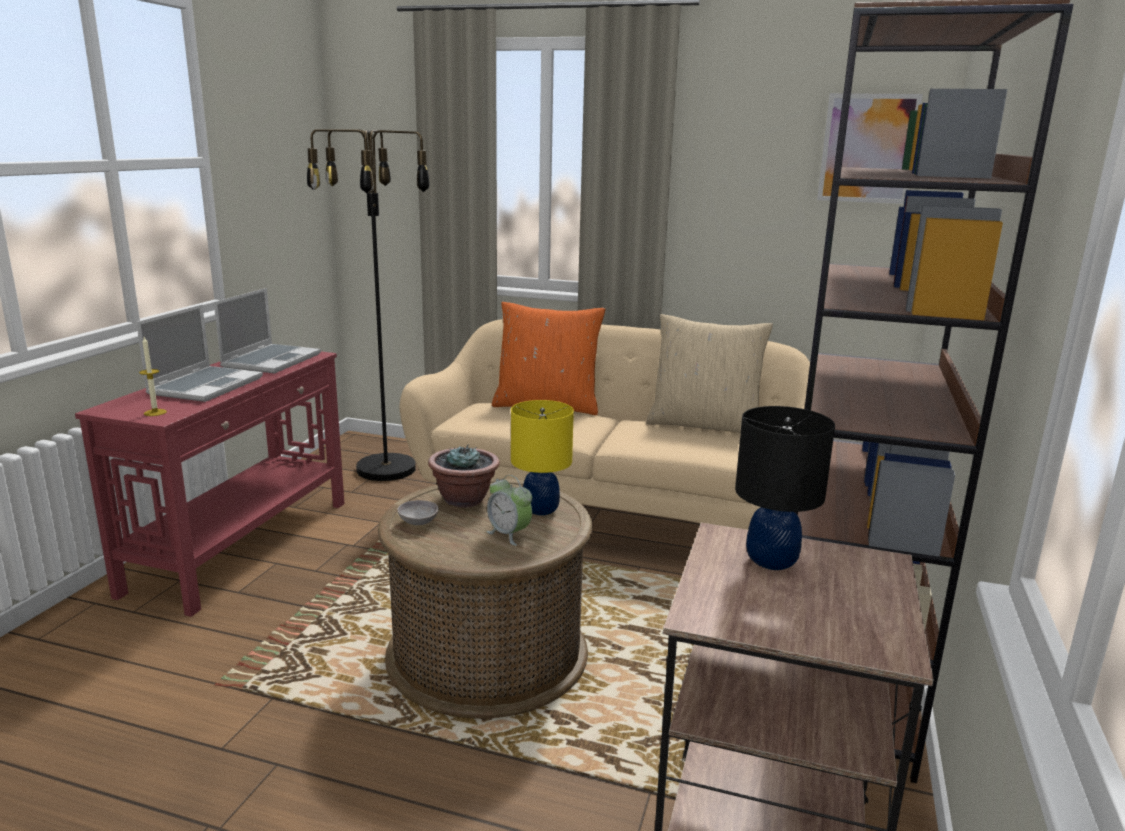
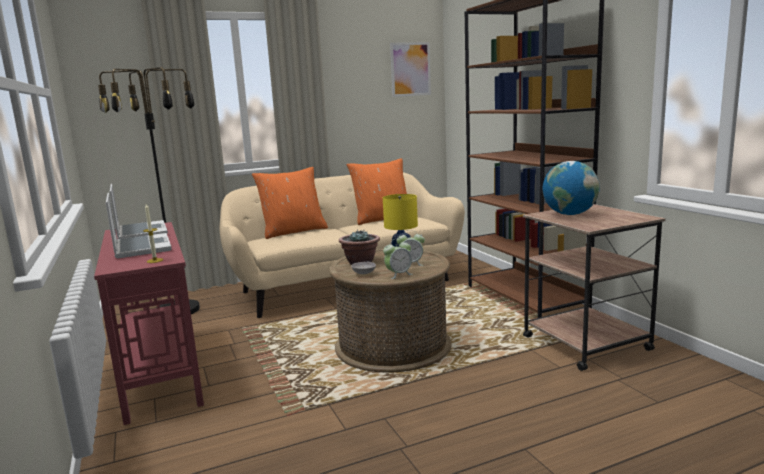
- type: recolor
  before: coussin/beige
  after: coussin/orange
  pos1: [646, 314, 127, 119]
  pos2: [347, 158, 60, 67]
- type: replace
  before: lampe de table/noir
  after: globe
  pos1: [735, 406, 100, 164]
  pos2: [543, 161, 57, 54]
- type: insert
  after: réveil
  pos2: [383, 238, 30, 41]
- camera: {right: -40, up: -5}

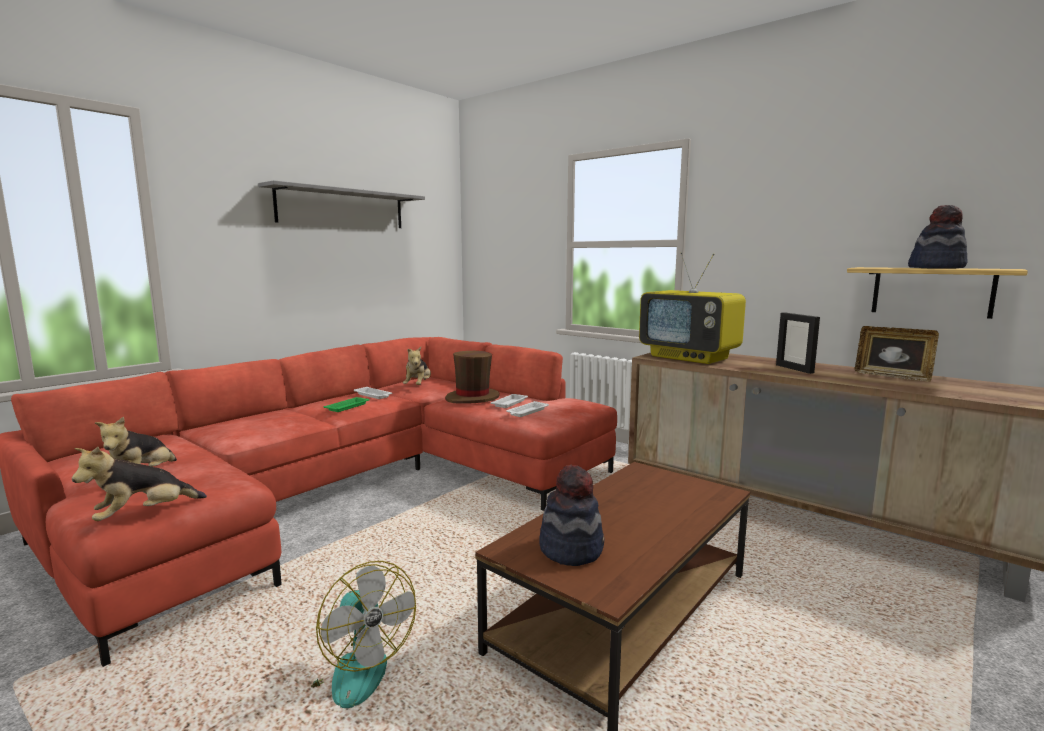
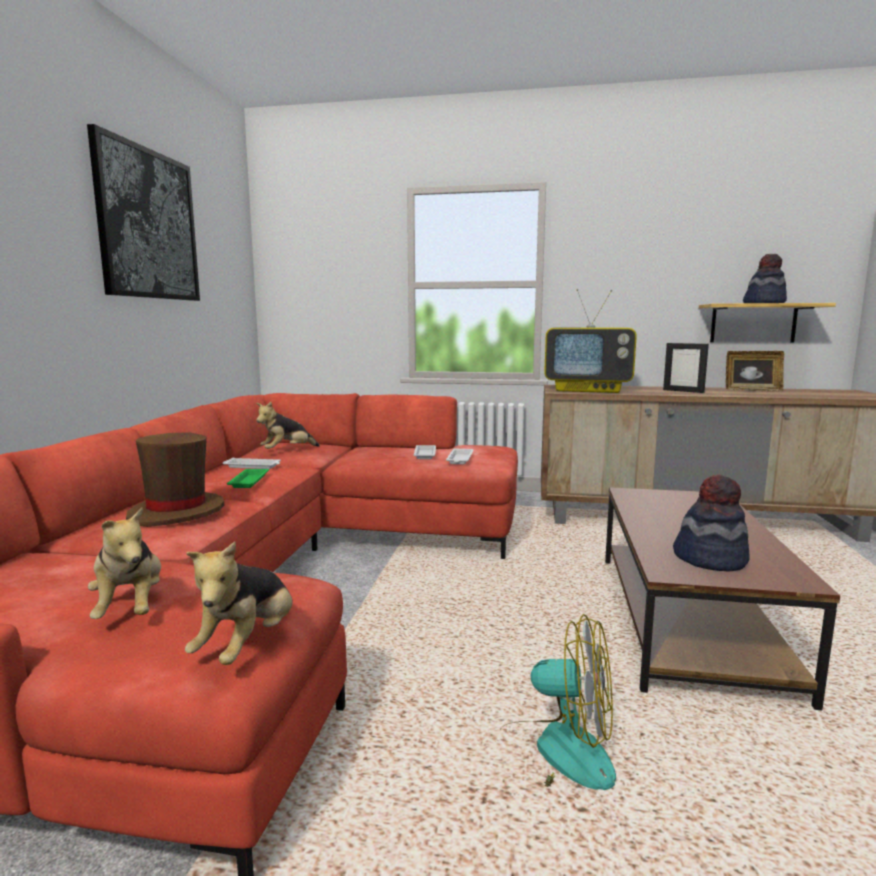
- type: replace
  before: étagère/gris
  after: tableau
  pos1: [258, 180, 167, 48]
  pos2: [87, 124, 113, 177]
- type: rotate
  before: peluche
  pos1: [403, 347, 28, 38]
  pos2: [256, 402, 64, 47]
  turn: 75
- type: move
  before: chapeau/marron
  pos1: [445, 351, 54, 53]
  pos2: [126, 432, 98, 95]
- camera: {right: -30, up: 0}

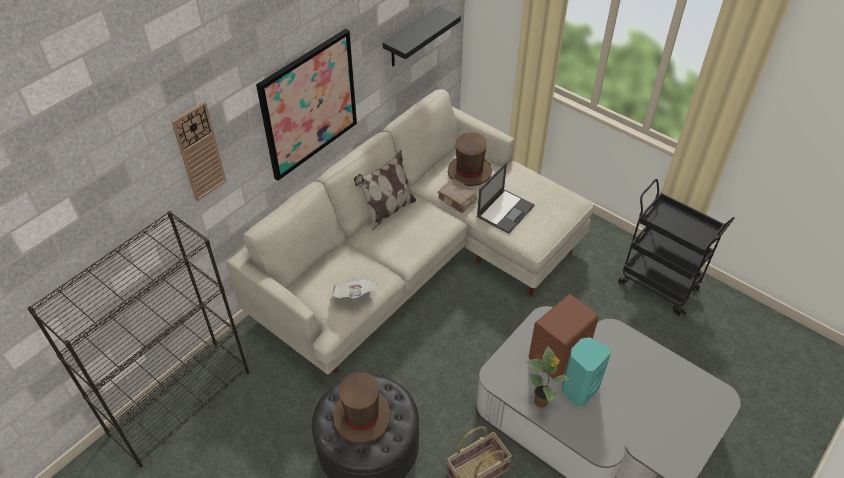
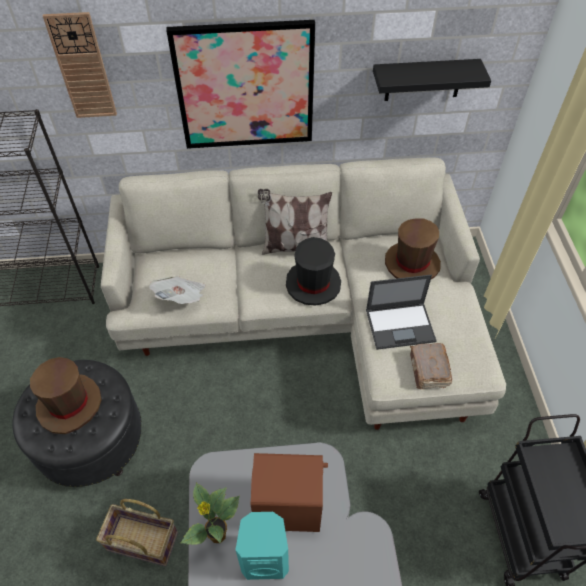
- type: move
  before: livre/marron
  pos1: [437, 179, 40, 34]
  pos2: [410, 343, 42, 46]
- type: insert
  after: chapeau/noir
  pos2: [286, 237, 55, 69]
- camera: {right: 45, up: 5}

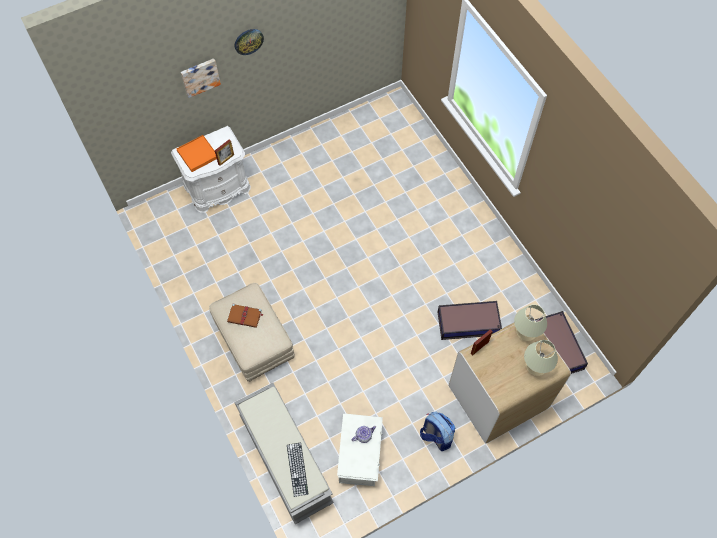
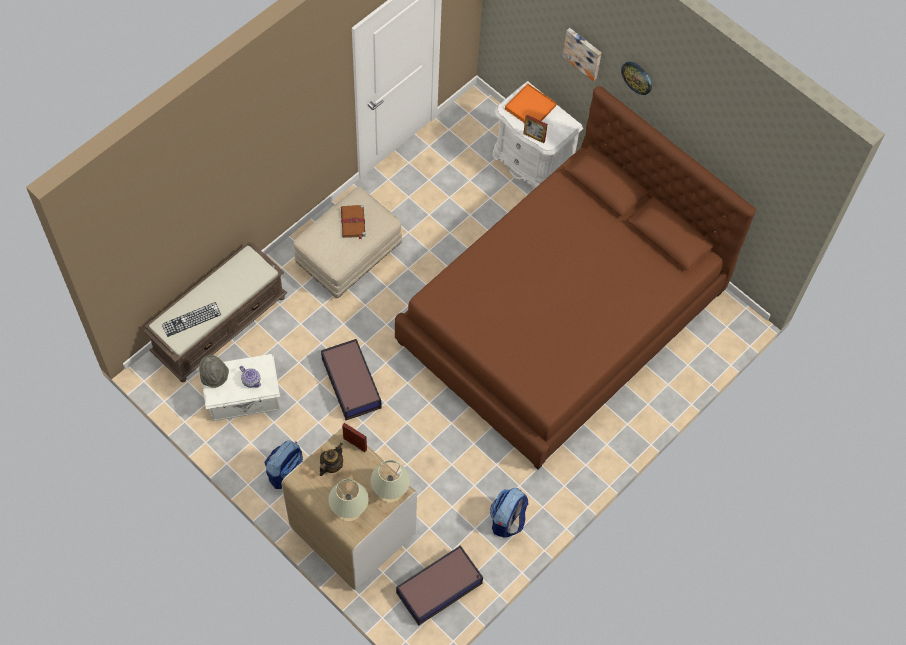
- type: move
  before: boîte de rangement
  pos1: [437, 301, 65, 39]
  pos2: [321, 339, 61, 81]
- type: recolor
  before: banc/gris
  after: banc/marron
  pos1: [234, 383, 100, 141]
  pos2: [143, 242, 144, 140]
- type: insert
  after: lit/marron
  pos2: [395, 86, 361, 383]
- type: insert
  after: chapeau/gris
  pos2: [199, 355, 30, 33]
- type: insert
  after: théière
  pos2: [320, 443, 23, 33]
- type: insert
  after: sac à dos
  pos2: [490, 488, 38, 50]
- camera: {right: 70, up: 0}

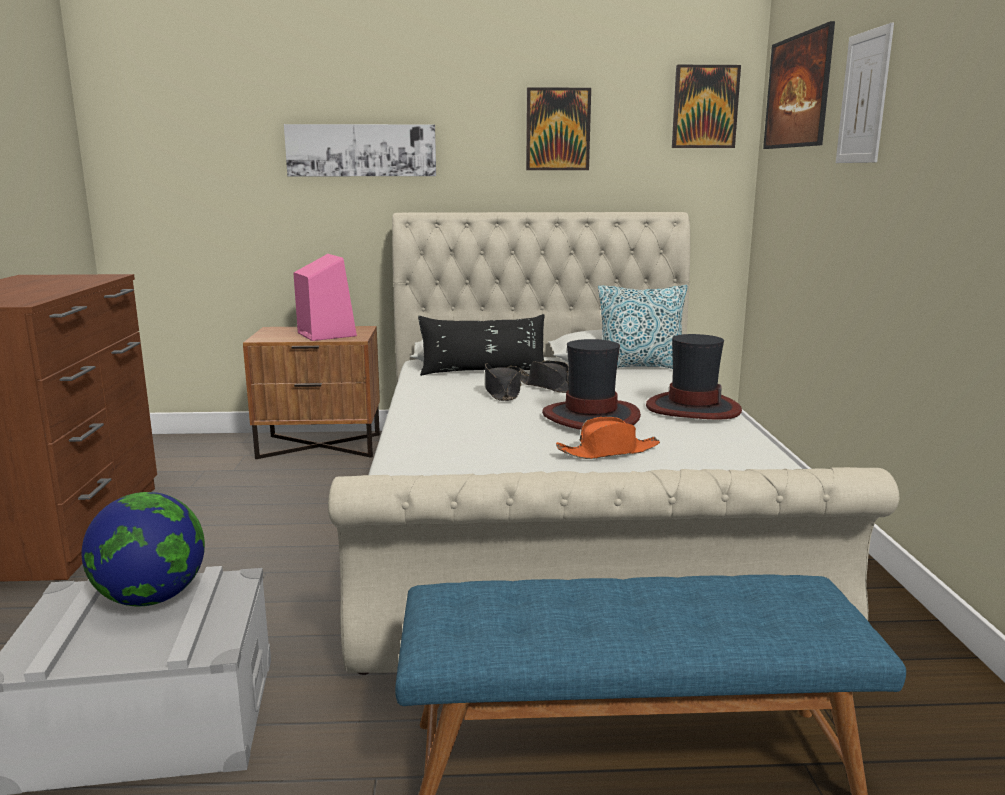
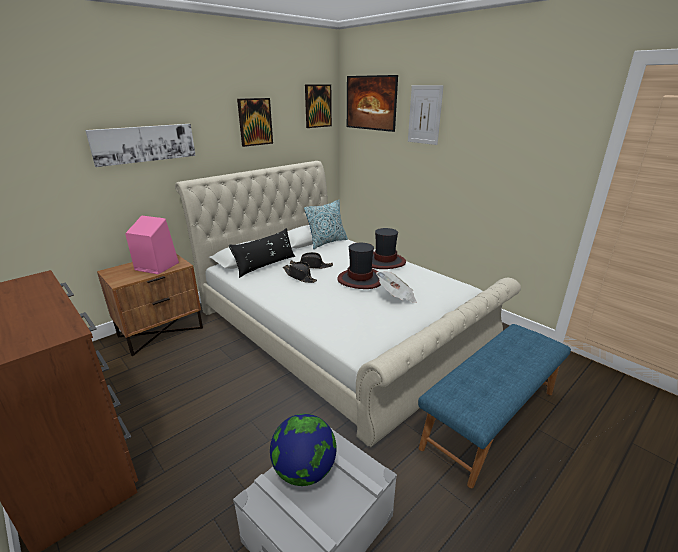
- type: replace
  before: chapeau/orange
  after: journal
  pos1: [556, 417, 104, 42]
  pos2: [376, 271, 41, 32]
- camera: {right: -40, up: 10}

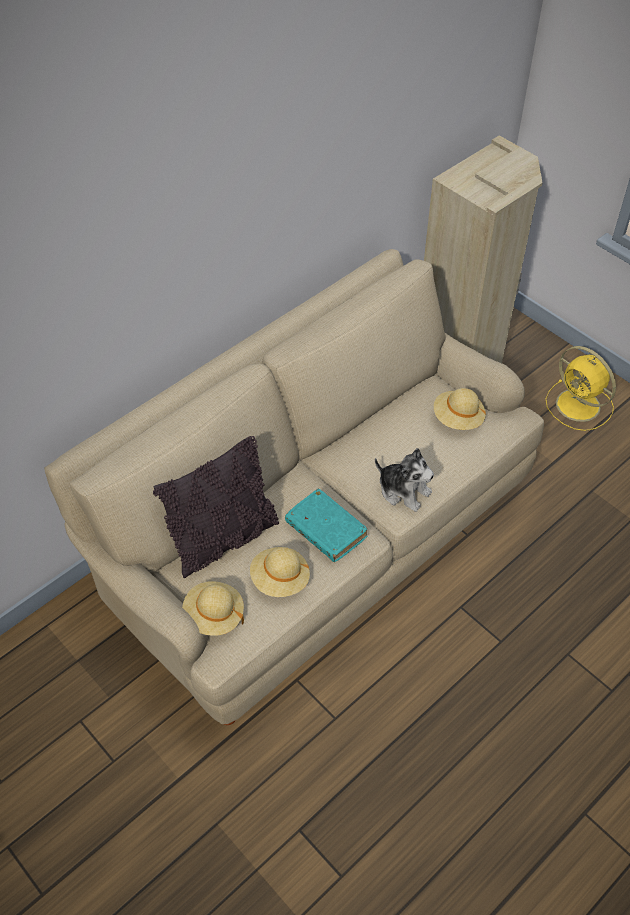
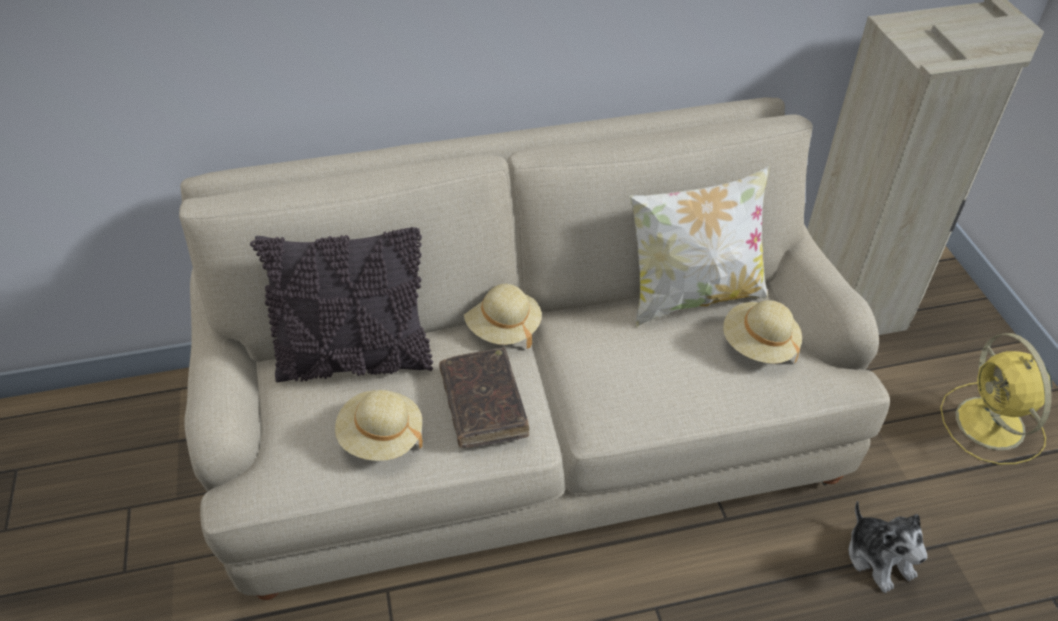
- type: move
  before: peluche
  pos1: [375, 448, 59, 64]
  pos2: [849, 501, 78, 92]
- type: recolor
  before: livre/turquoise
  after: livre/marron
  pos1: [285, 489, 82, 73]
  pos2: [439, 347, 90, 101]
- type: move
  before: chapeau/beige
  pos1: [182, 581, 62, 55]
  pos2: [464, 284, 78, 65]
- type: insert
  after: coussin
  pos2: [629, 166, 141, 161]
- camera: {right: 30, up: -5}

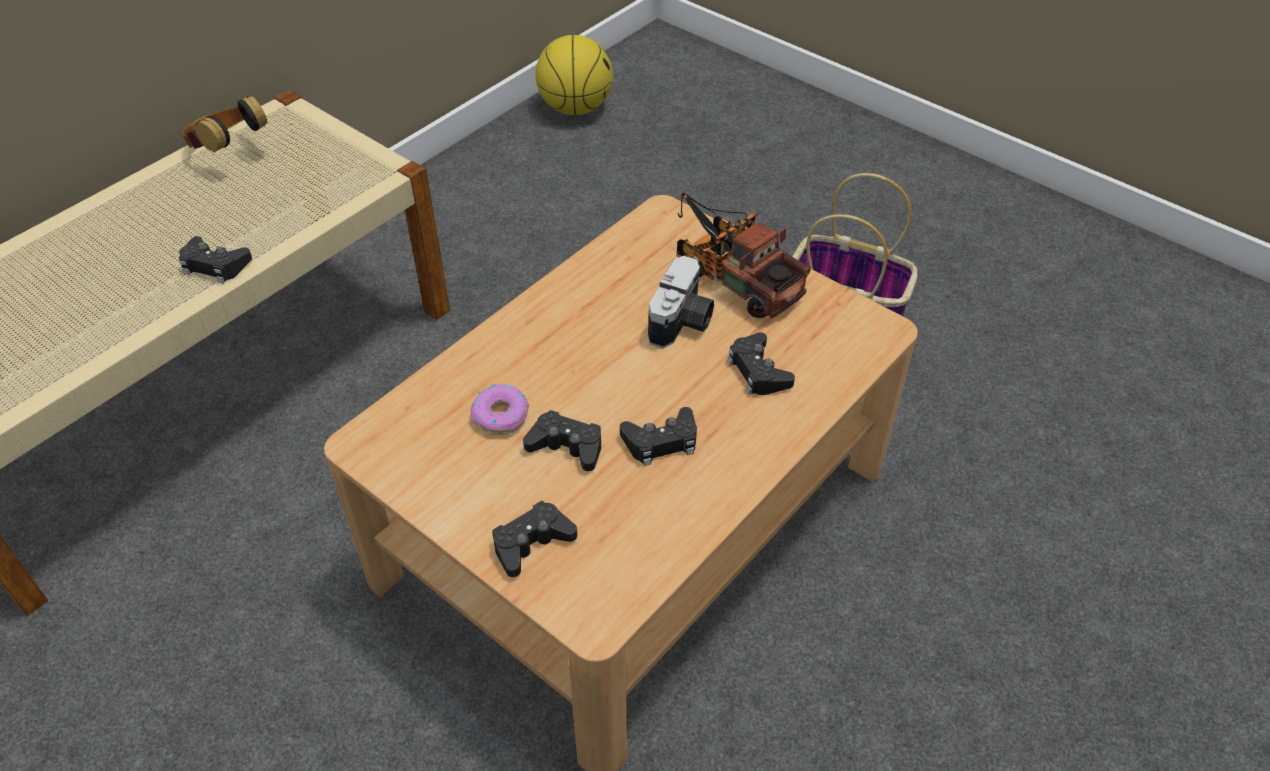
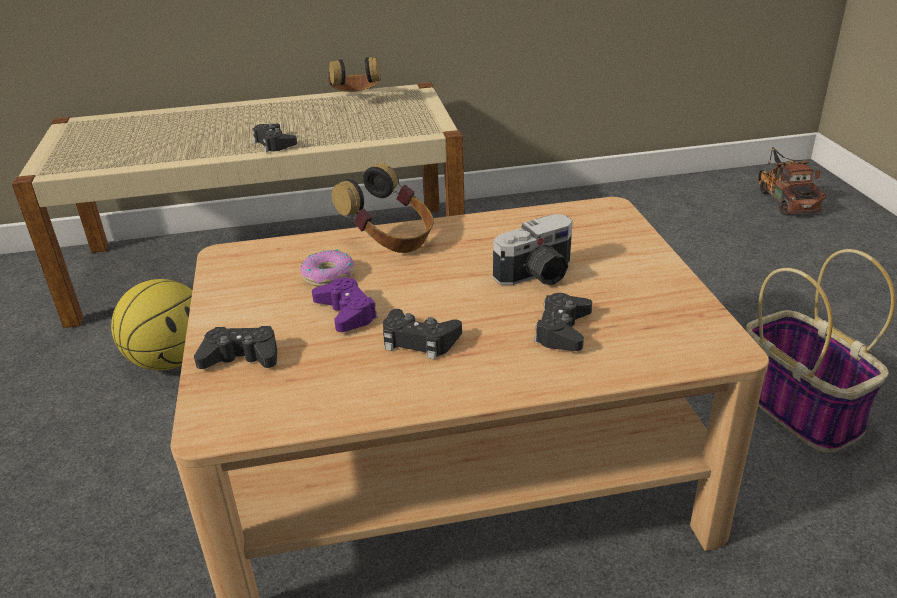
- type: move
  before: ballon de basket
  pos1: [536, 35, 77, 80]
  pos2: [111, 279, 82, 92]
- type: move
  before: camion jouet
  pos1: [676, 193, 134, 125]
  pos2: [757, 147, 69, 69]
- type: recolor
  before: manette/noir
  after: manette/violet
  pos1: [523, 410, 78, 61]
  pos2: [312, 277, 66, 55]
- type: insert
  after: casque audio
  pos2: [332, 163, 102, 90]
- camera: {right: 40, up: -15}

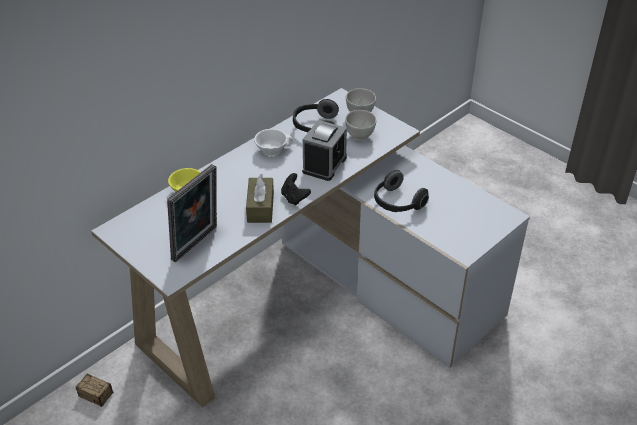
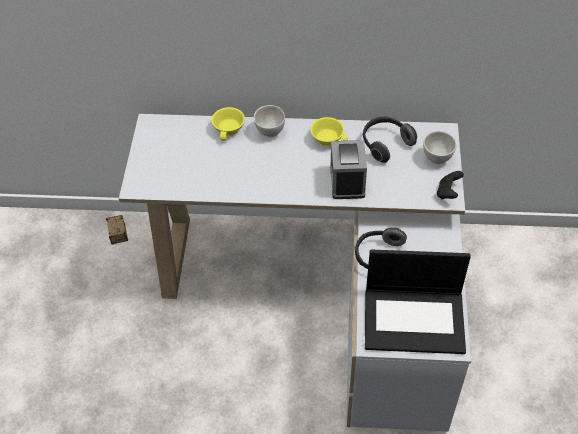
- type: move
  before: bol/blanc
  pos1: [345, 110, 32, 31]
  pos2: [254, 105, 31, 32]
- type: rotate
  before: réveil
  pos1: [302, 120, 45, 61]
  pos2: [330, 140, 37, 59]
  turn: 105
- type: recolor
  before: tasse/blanc
  after: tasse/jaune
  pos1: [254, 129, 39, 27]
  pos2: [310, 117, 38, 29]
- type: delete
  before: cadre photo
  pos1: [167, 164, 50, 98]
- type: move
  before: manette/noir
  pos1: [281, 173, 30, 33]
  pos2: [437, 171, 27, 28]
- type: delete
  before: boîte à mouchoirs/marron
  pos1: [246, 174, 28, 49]
- type: insert
  after: ordinateur portable
  pos2: [365, 250, 106, 104]
- camera: {right: 50, up: 10}

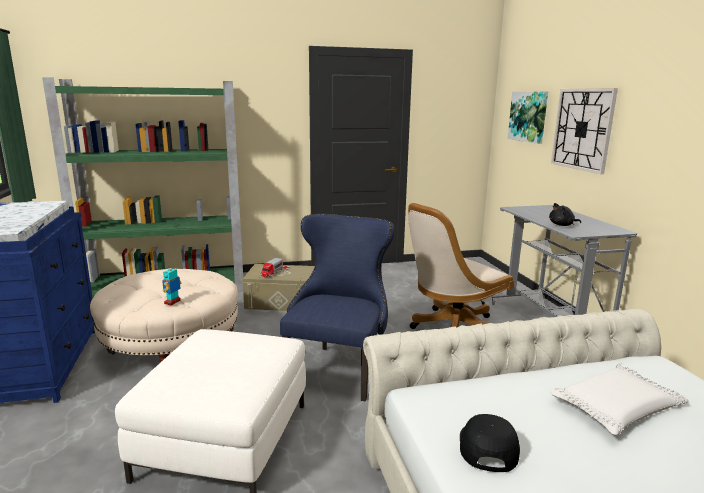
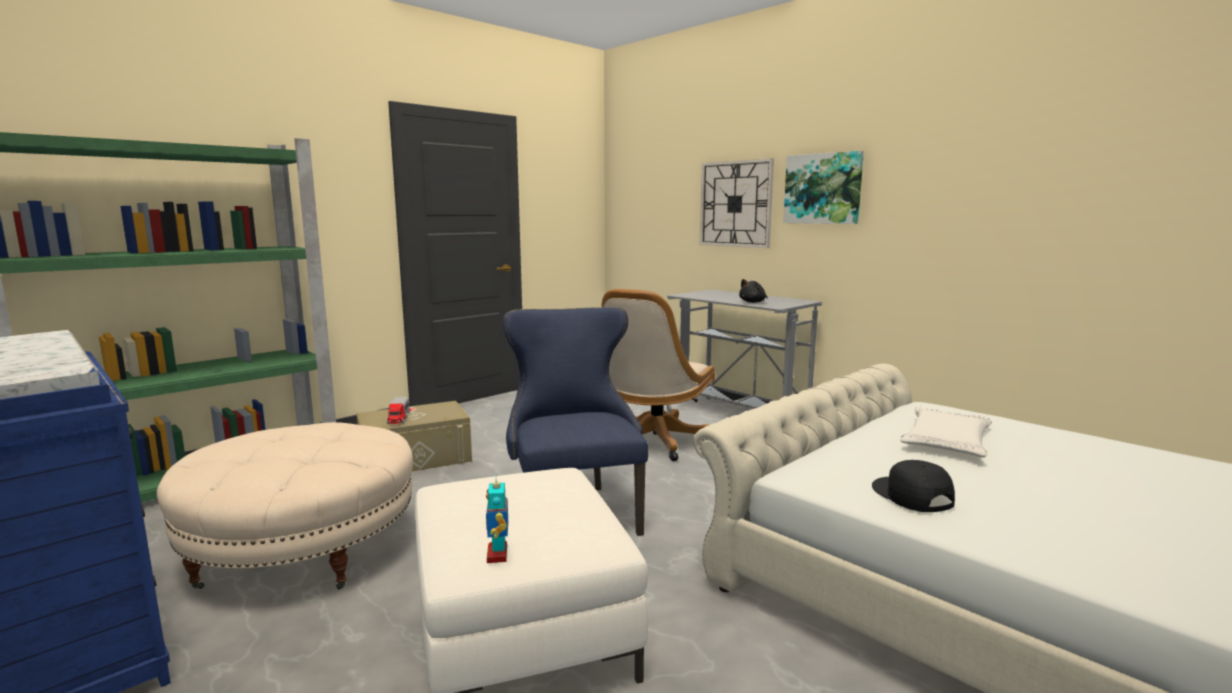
- type: move
  before: tableau
  pos1: [508, 91, 40, 53]
  pos2: [783, 151, 81, 73]
- type: move
  before: robot jouet
  pos1: [162, 265, 19, 40]
  pos2: [486, 476, 22, 87]
- camera: {right: -30, up: -5}

